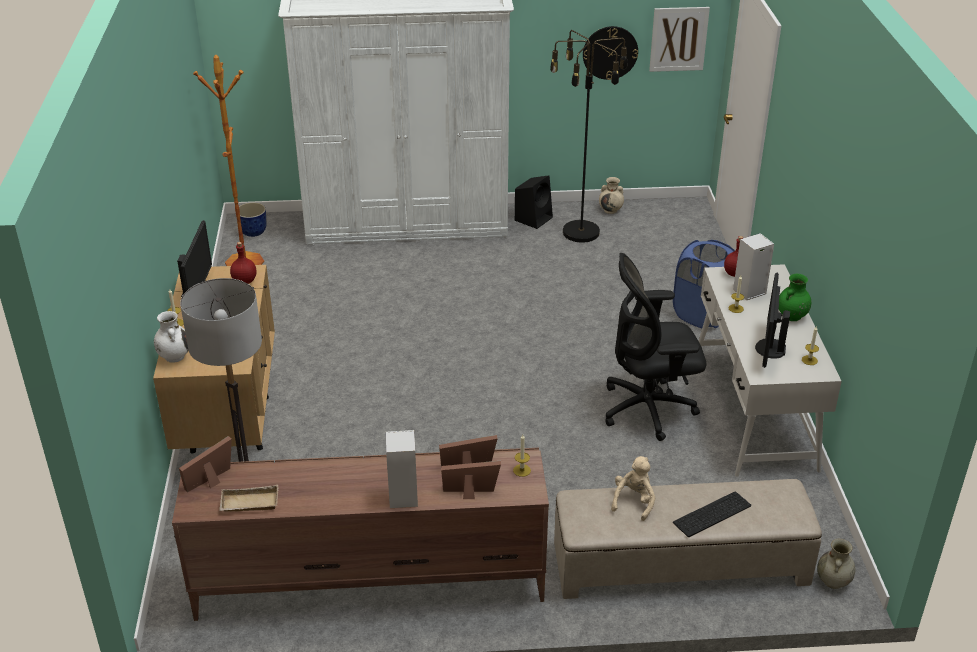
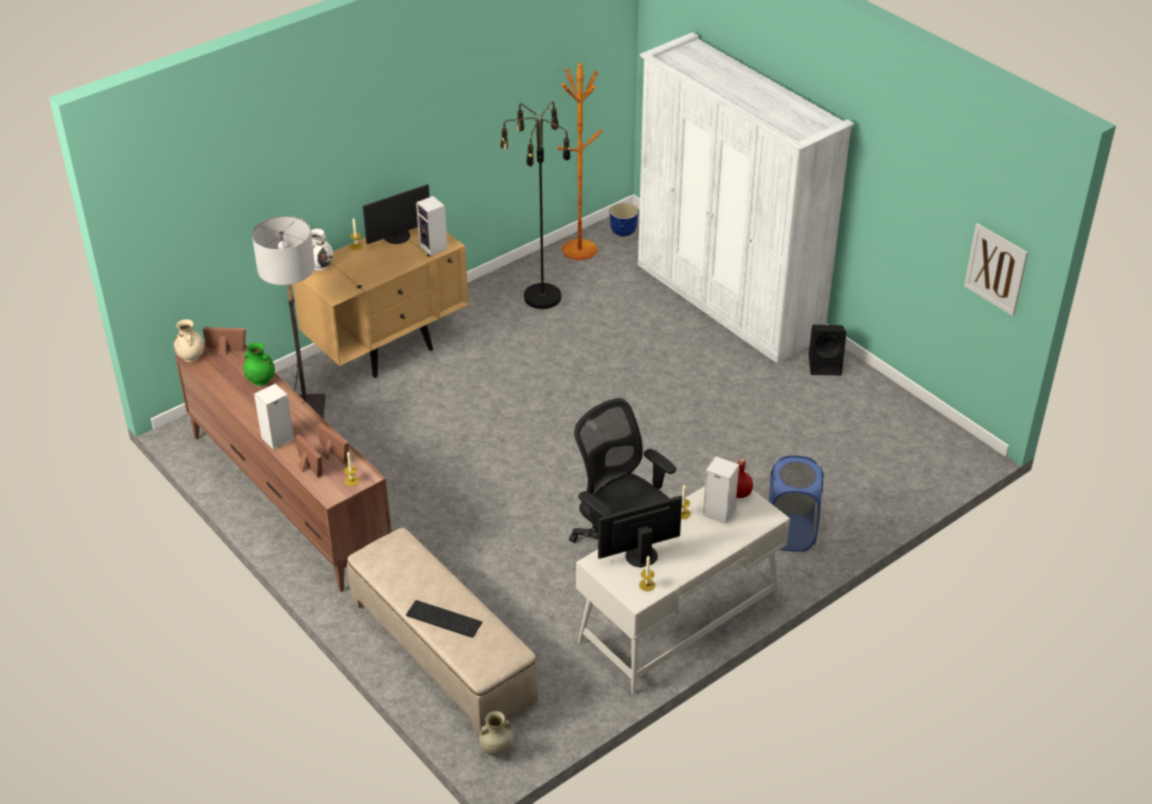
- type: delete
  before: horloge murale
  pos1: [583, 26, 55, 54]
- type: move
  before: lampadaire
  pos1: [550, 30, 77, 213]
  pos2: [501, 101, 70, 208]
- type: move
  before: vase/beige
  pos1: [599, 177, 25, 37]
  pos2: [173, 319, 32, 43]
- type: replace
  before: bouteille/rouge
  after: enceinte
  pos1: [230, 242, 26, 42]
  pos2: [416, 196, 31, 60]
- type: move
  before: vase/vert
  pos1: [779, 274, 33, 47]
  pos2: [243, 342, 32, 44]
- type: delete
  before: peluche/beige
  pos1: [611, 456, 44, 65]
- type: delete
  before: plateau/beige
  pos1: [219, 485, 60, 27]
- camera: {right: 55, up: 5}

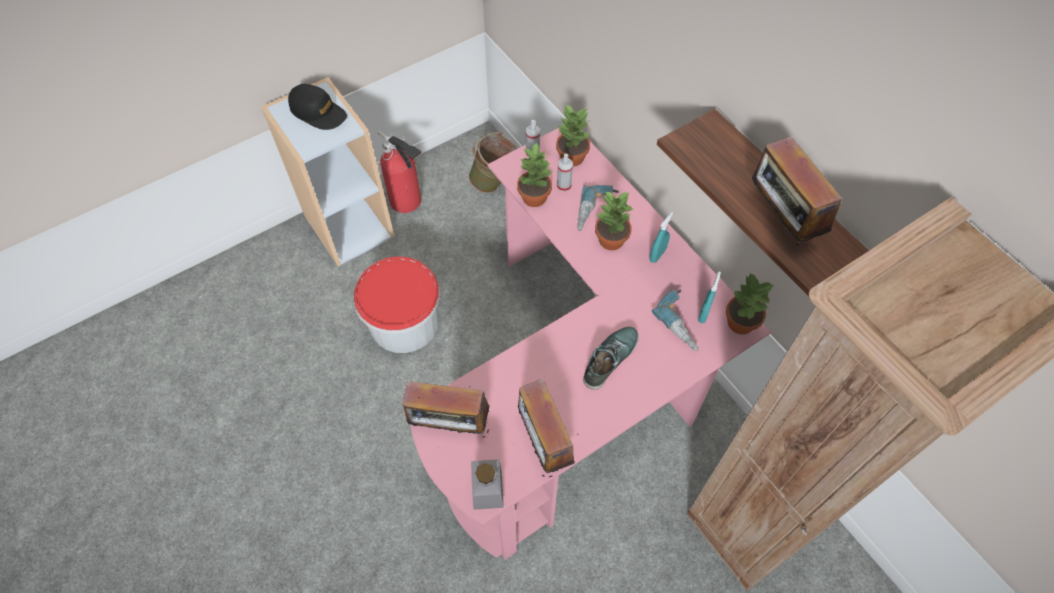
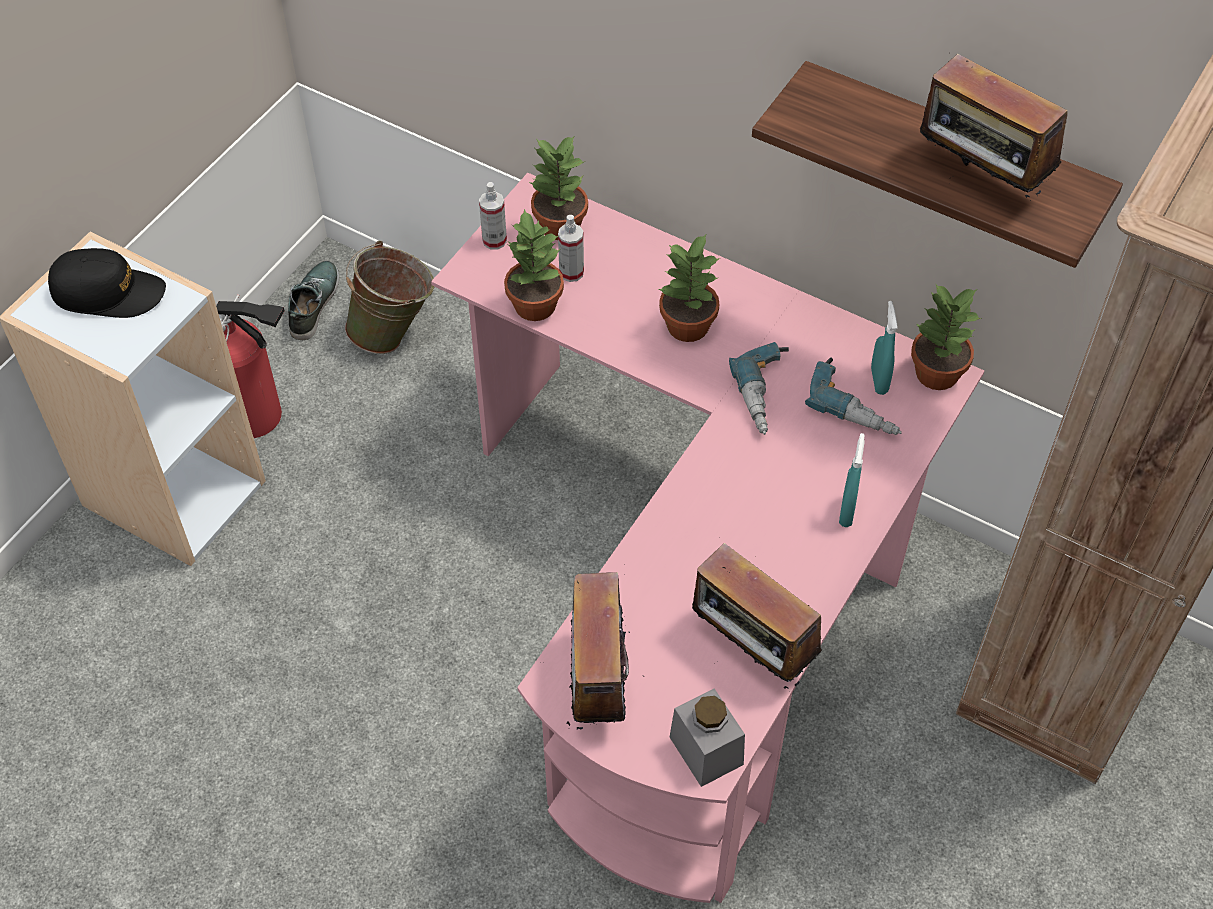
- type: move
  before: perceuse
  pos1: [577, 185, 42, 46]
  pos2: [729, 342, 60, 93]
- type: move
  before: vaporisateur/turquoise
  pos1: [650, 212, 23, 51]
  pos2: [839, 433, 26, 94]
- type: delete
  before: seau
  pos1: [354, 256, 86, 97]
- type: move
  before: chaussure
  pos1: [583, 327, 56, 63]
  pos2: [288, 261, 51, 79]
- type: rotate
  before: radio
  pos1: [402, 381, 88, 57]
  pos2: [550, 572, 95, 157]
  turn: 105
- camera: {right: -25, up: -5}

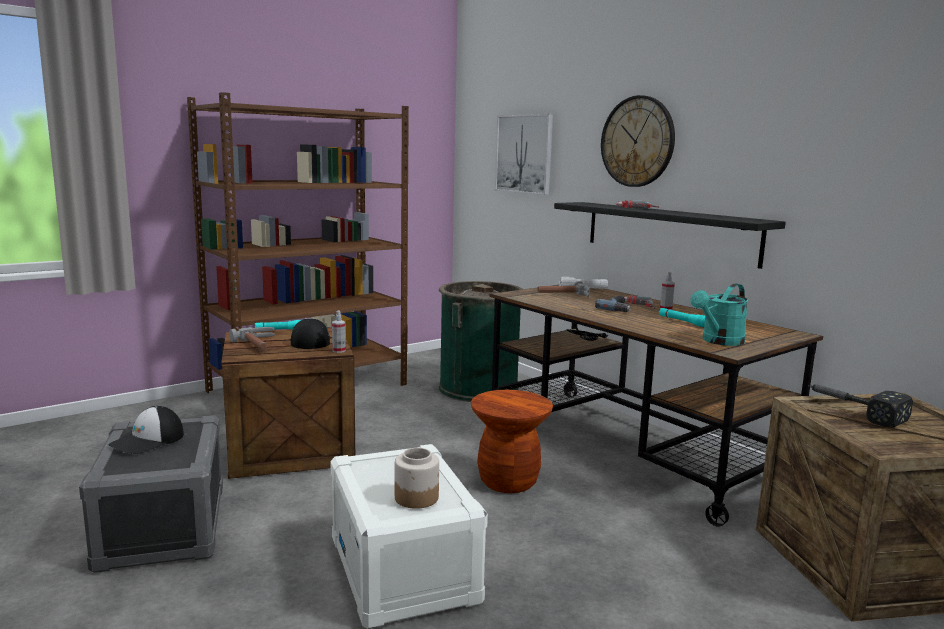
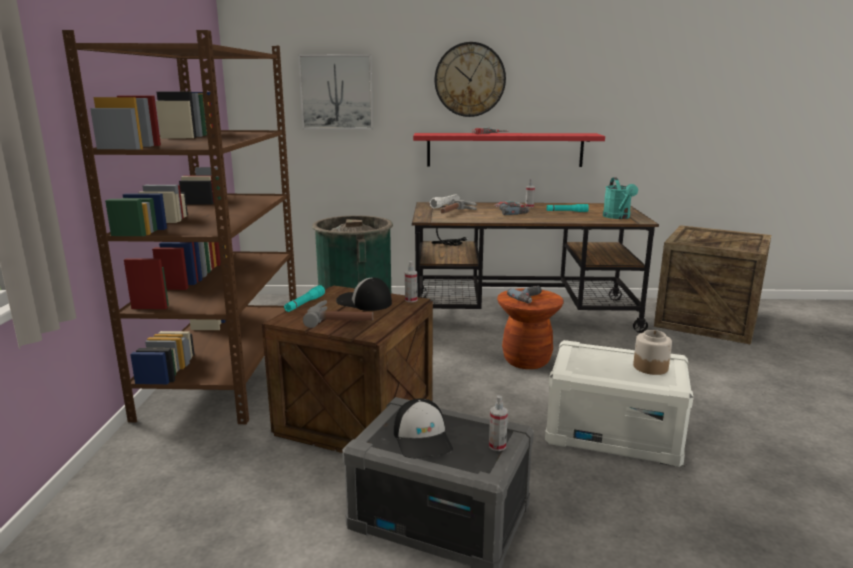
- type: recolor
  before: étagère/noir
  after: étagère/rouge
  pos1: [554, 202, 232, 67]
  pos2: [413, 133, 192, 34]
- type: delete
  before: marteau
  pos1: [808, 384, 105, 44]
- type: insert
  after: perceuse
  pos2: [507, 286, 35, 18]
- type: insert
  after: vaporisateur
  pos2: [489, 396, 19, 55]
- camera: {right: -50, up: 5}

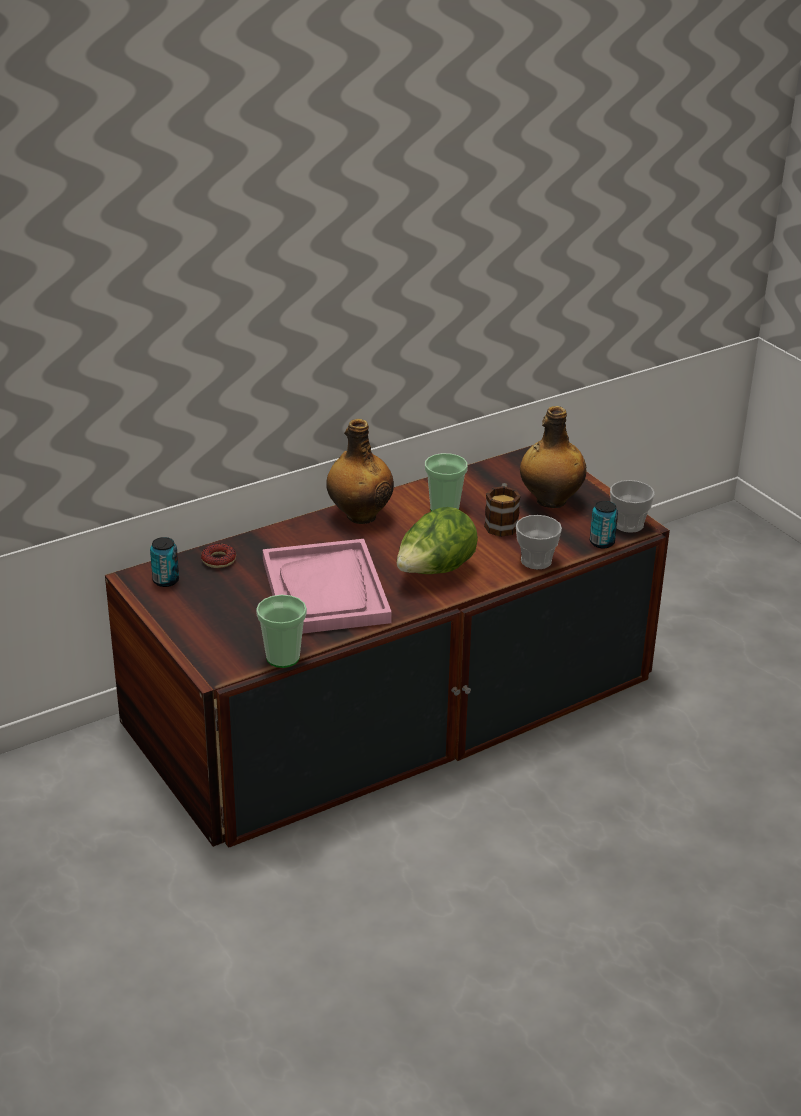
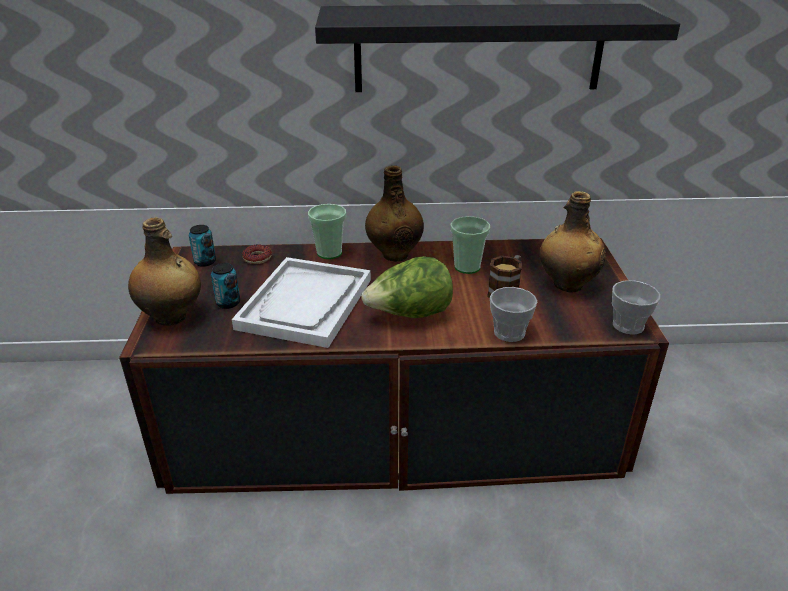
- type: move
  before: boîte métallique
  pos1: [590, 501, 28, 47]
  pos2: [211, 263, 29, 46]
- type: recolor
  before: plateau/rose
  after: plateau/blanc
  pos1: [263, 539, 129, 95]
  pos2: [232, 257, 139, 91]
- type: move
  before: tasse
  pos1: [256, 595, 51, 73]
  pos2: [308, 204, 38, 55]
- type: insert
  after: étagère/noir
  pos2: [315, 4, 365, 88]
- type: insert
  after: bouteille
  pos2: [128, 217, 73, 109]
- camera: {right: 30, up: 0}

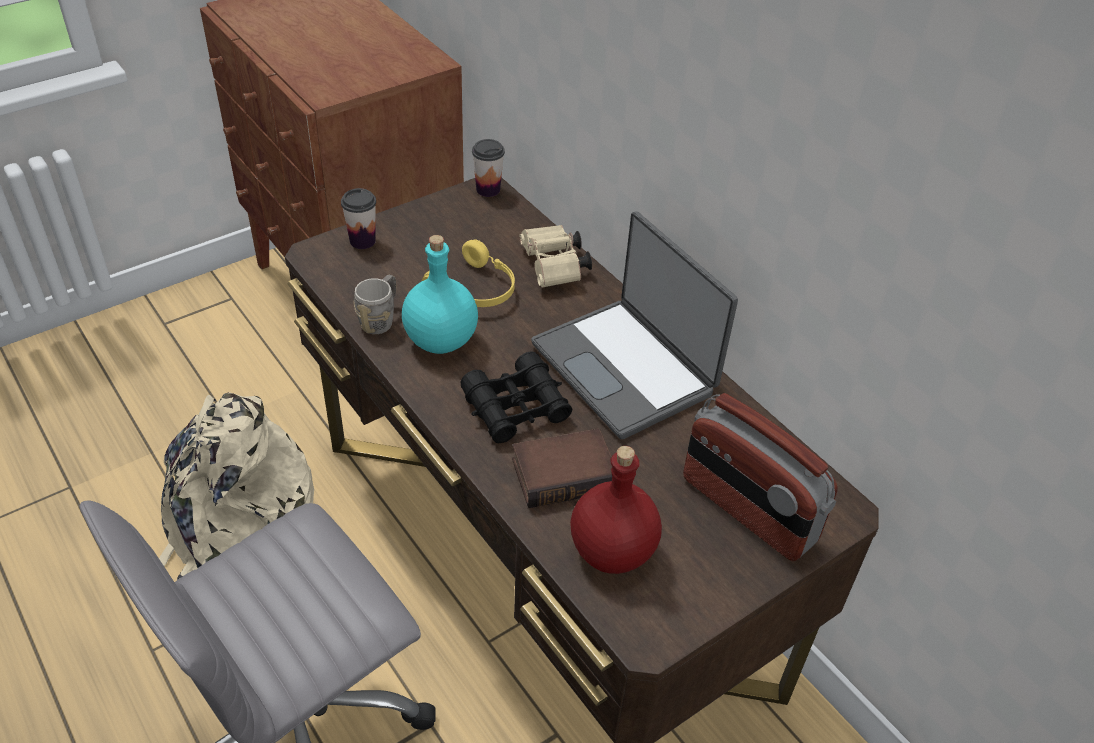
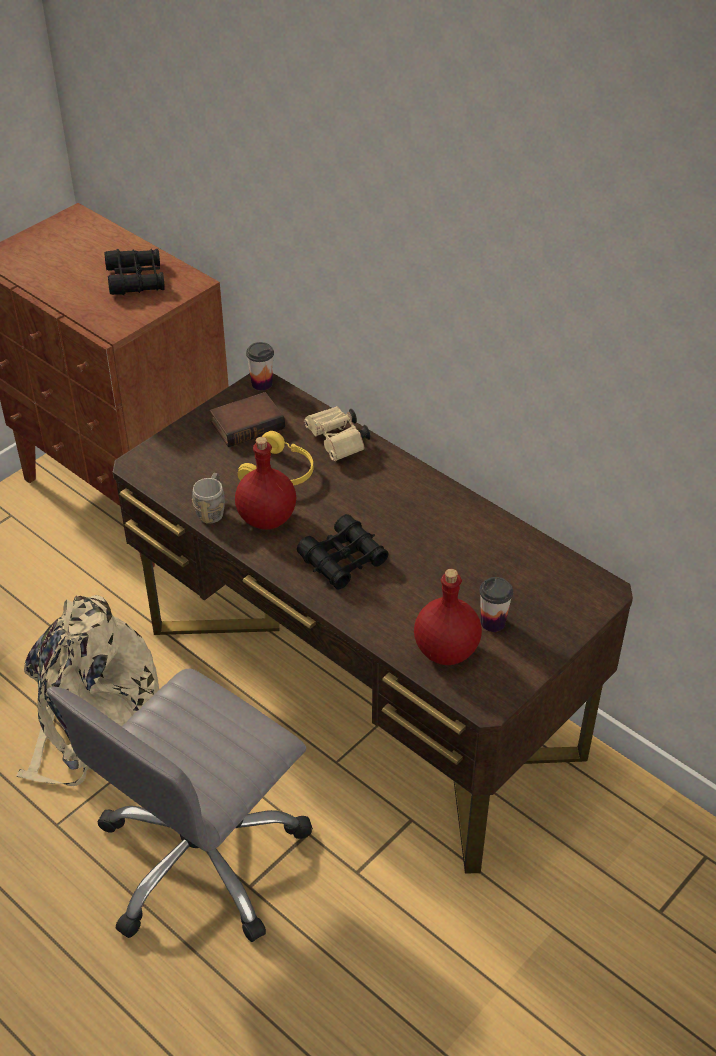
- type: move
  before: tasse
  pos1: [341, 188, 35, 61]
  pos2: [479, 577, 34, 55]
- type: delete
  before: ordinateur portable
  pos1: [531, 211, 207, 228]
- type: recolor
  before: bouteille/turquoise
  after: bouteille/rouge
  pos1: [402, 235, 76, 119]
  pos2: [235, 437, 61, 93]
- type: delete
  before: radio
  pos1: [683, 393, 155, 168]
- type: move
  before: livre
  pos1: [512, 428, 100, 80]
  pos2: [210, 392, 75, 55]
- type: insert
  after: jumelles/noir
  pos2: [104, 249, 61, 46]
- camera: {right: -10, up: 0}

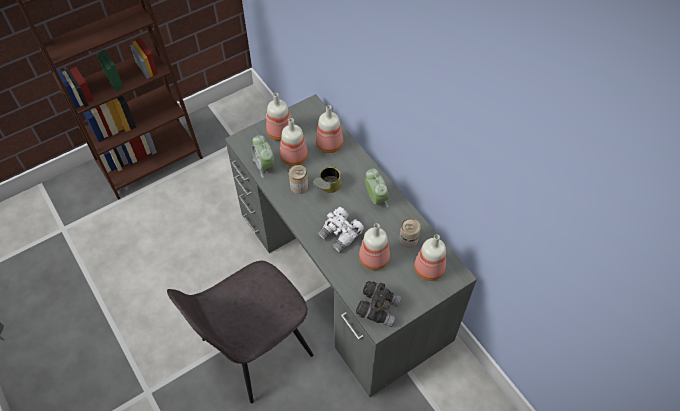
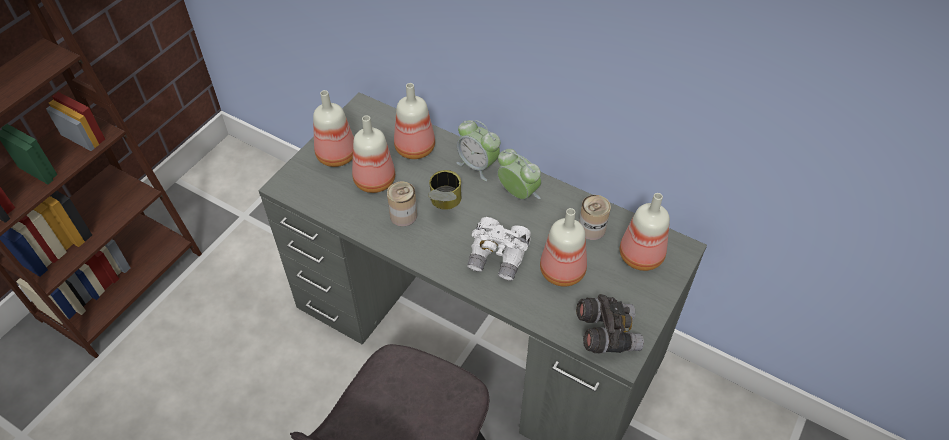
- type: move
  before: réveil
  pos1: [252, 135, 22, 43]
  pos2: [456, 120, 44, 61]
- camera: {right: -25, up: -5}

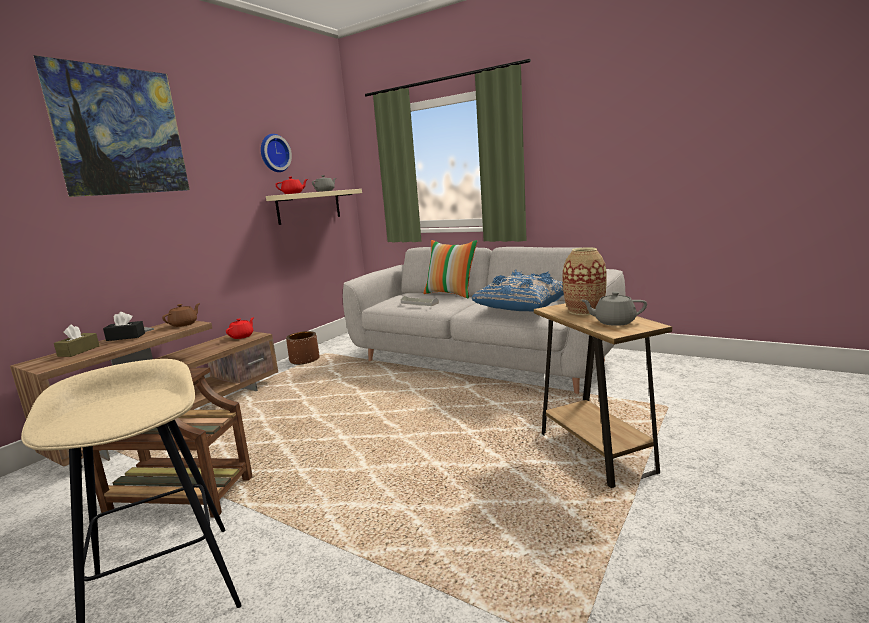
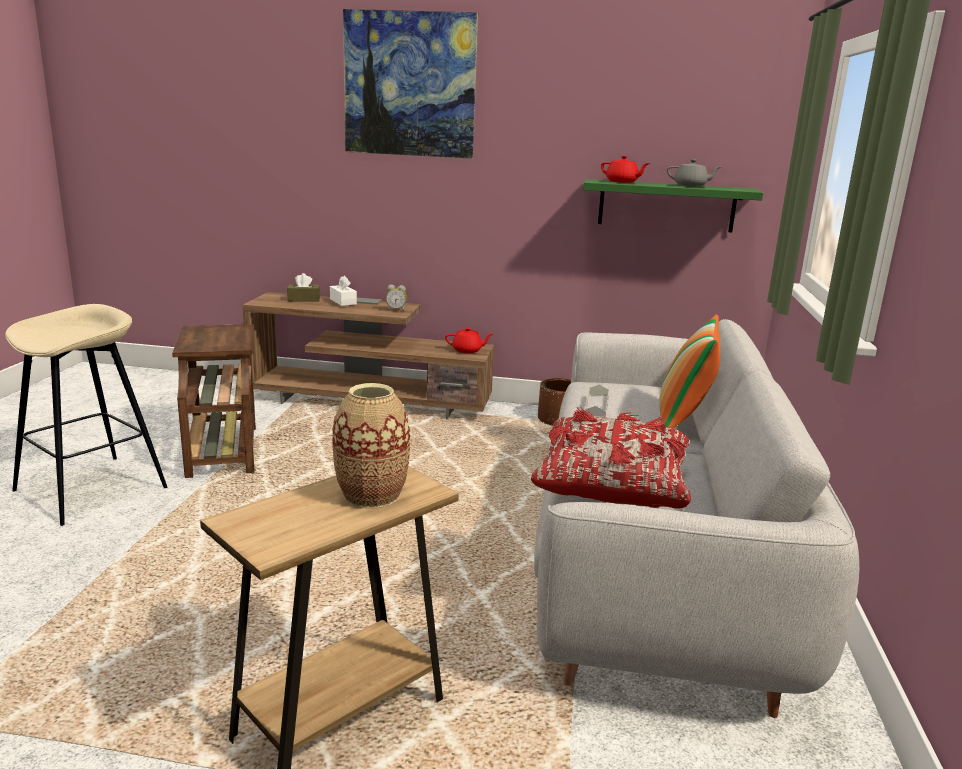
- type: delete
  before: horloge murale
  pos1: [261, 134, 31, 38]
- type: recolor
  before: étagère/beige
  after: étagère/vert
  pos1: [266, 189, 96, 36]
  pos2: [583, 179, 180, 53]
- type: recolor
  before: coussin/bleu
  after: coussin/rouge
  pos1: [472, 270, 92, 42]
  pos2: [531, 407, 160, 102]
- type: delete
  before: théière/gris
  pos1: [581, 291, 66, 35]
- type: replace
  before: théière/marron
  after: réveil
  pos1: [162, 303, 38, 24]
  pos2: [386, 285, 21, 26]
- type: recolor
  before: boîte à mouchoirs/noir
  after: boîte à mouchoirs/blanc
  pos1: [103, 312, 42, 29]
  pos2: [330, 276, 27, 30]
- camera: {right: 65, up: 5}

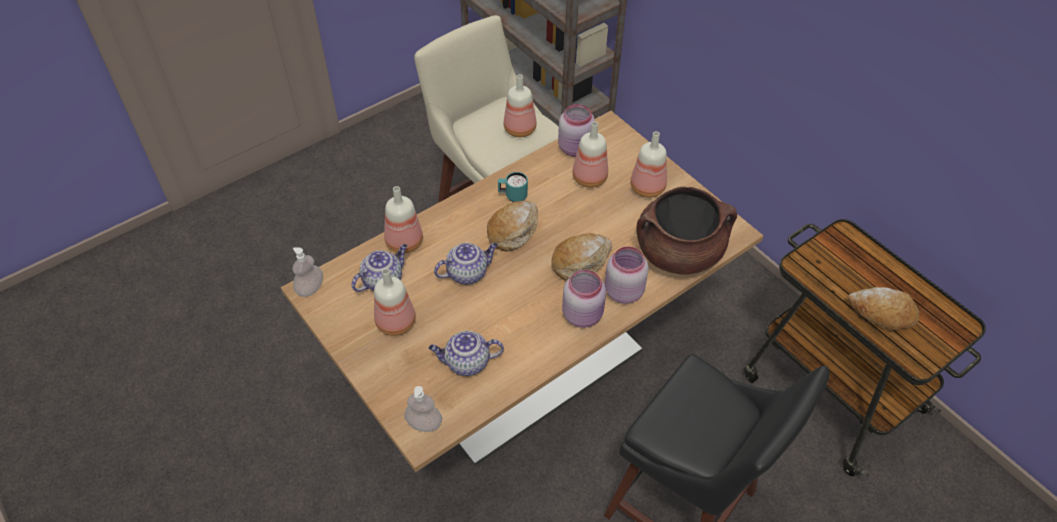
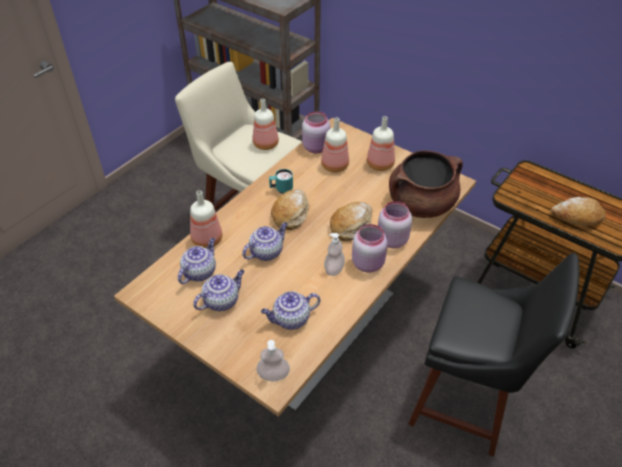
- type: move
  before: distributeur de savon
  pos1: [292, 247, 31, 50]
  pos2: [324, 233, 21, 43]
- type: replace
  before: bouteille
  after: théière
  pos1: [374, 268, 42, 68]
  pos2: [193, 270, 51, 41]
- camera: {right: -15, up: -5}

